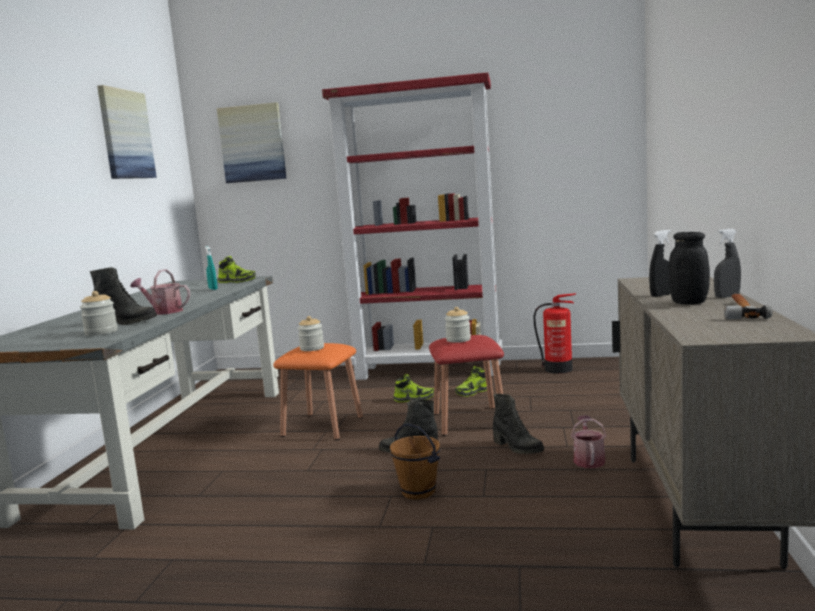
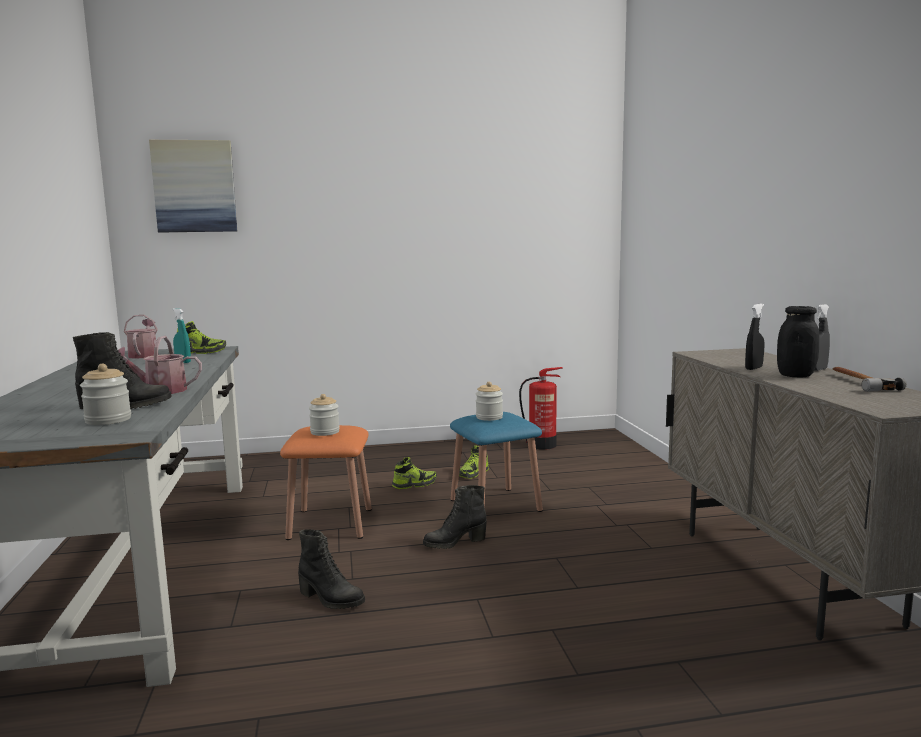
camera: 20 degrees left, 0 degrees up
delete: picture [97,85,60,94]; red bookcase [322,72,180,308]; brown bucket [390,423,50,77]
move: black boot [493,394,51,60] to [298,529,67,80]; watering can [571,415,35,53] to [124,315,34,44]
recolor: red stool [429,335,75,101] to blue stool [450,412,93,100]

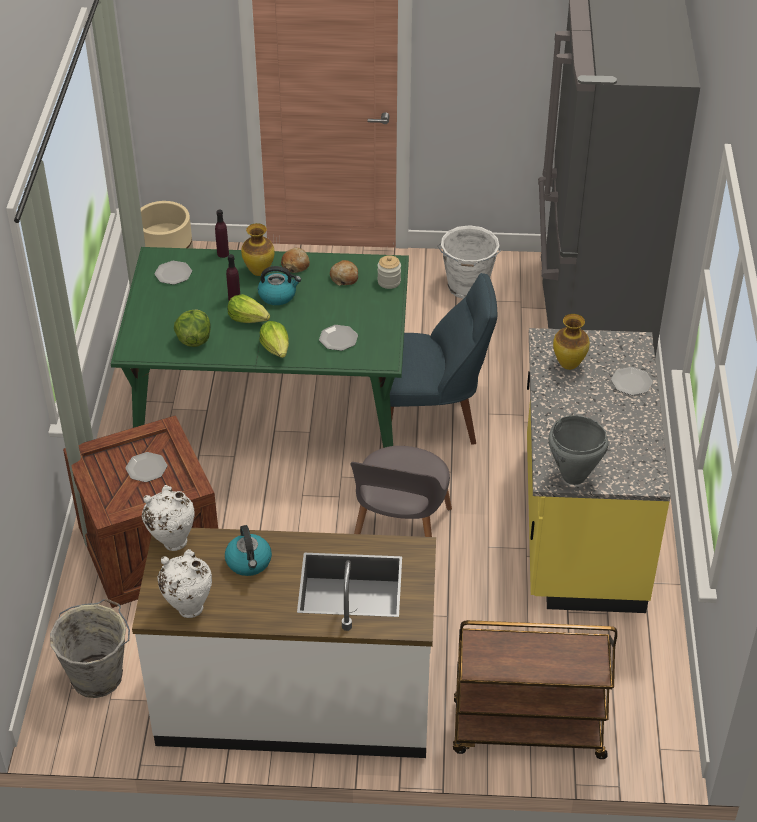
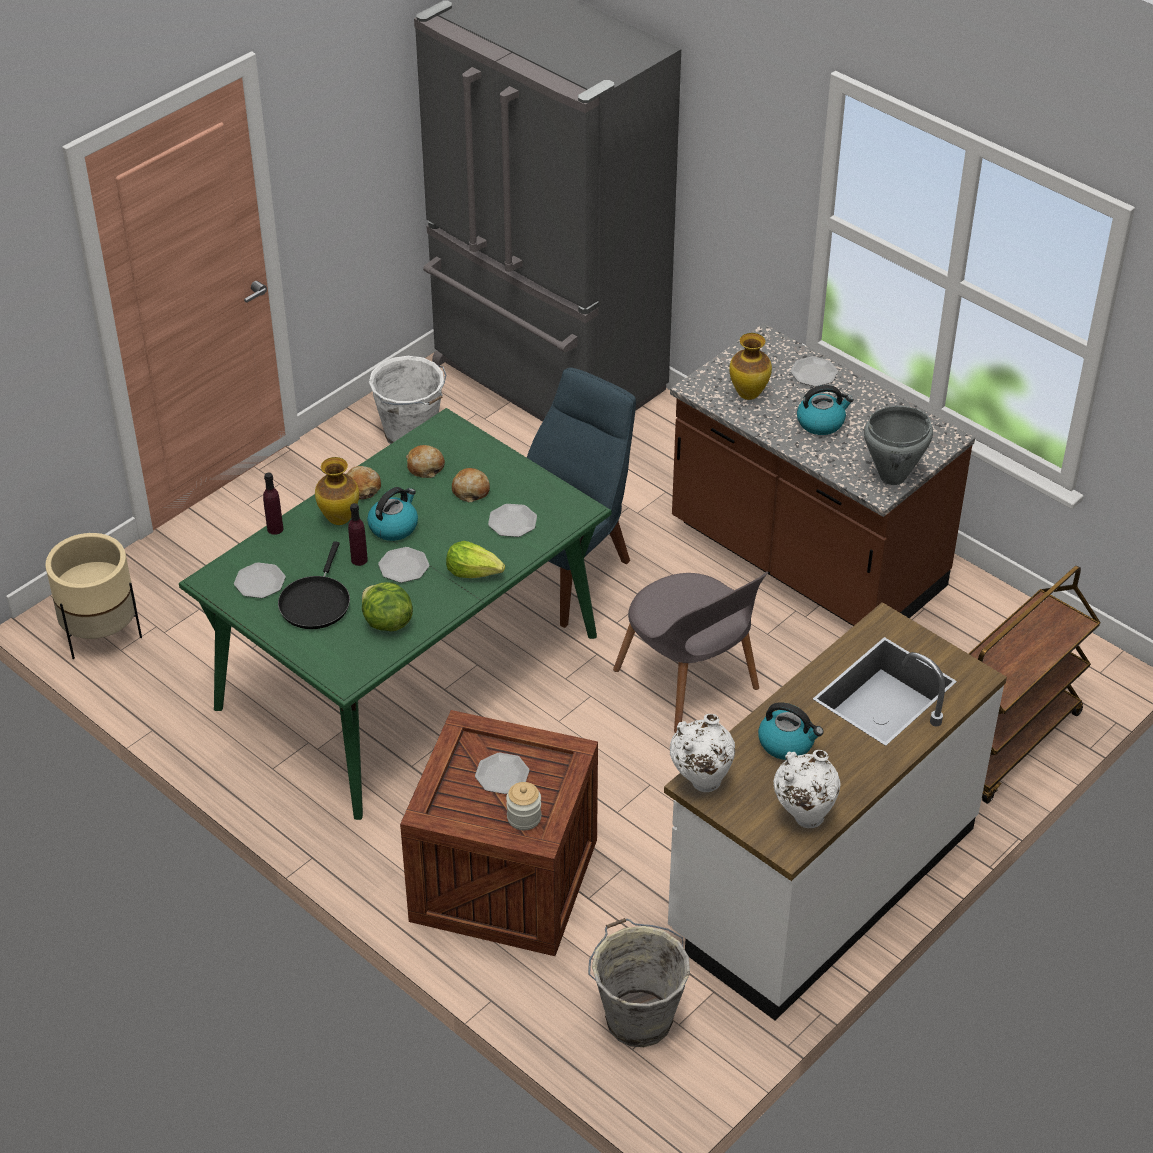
camera: 50 degrees left, 0 degrees up
insert: black frying pan [278,541,72,88]; bread [452,468,38,34]; kettle [797,385,57,50]
move: jar [377,255,24,34] to [506,782,35,48]
replace: lettuce [228,294,42,29] to plate [378,547,51,36]
recolor: yellow counter [527,328,144,285] to brown counter [670,323,305,303]

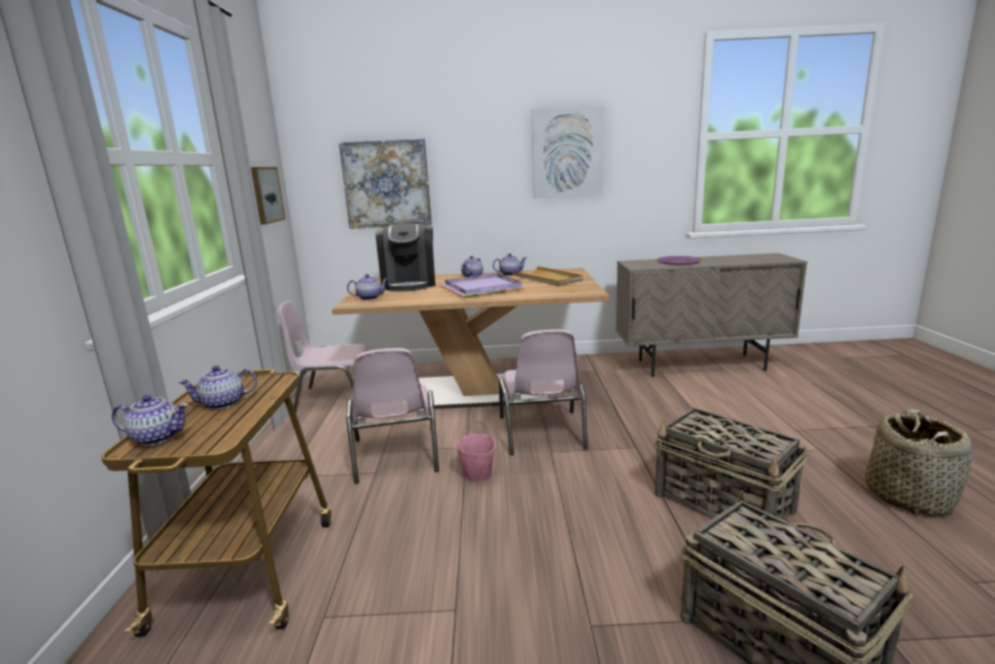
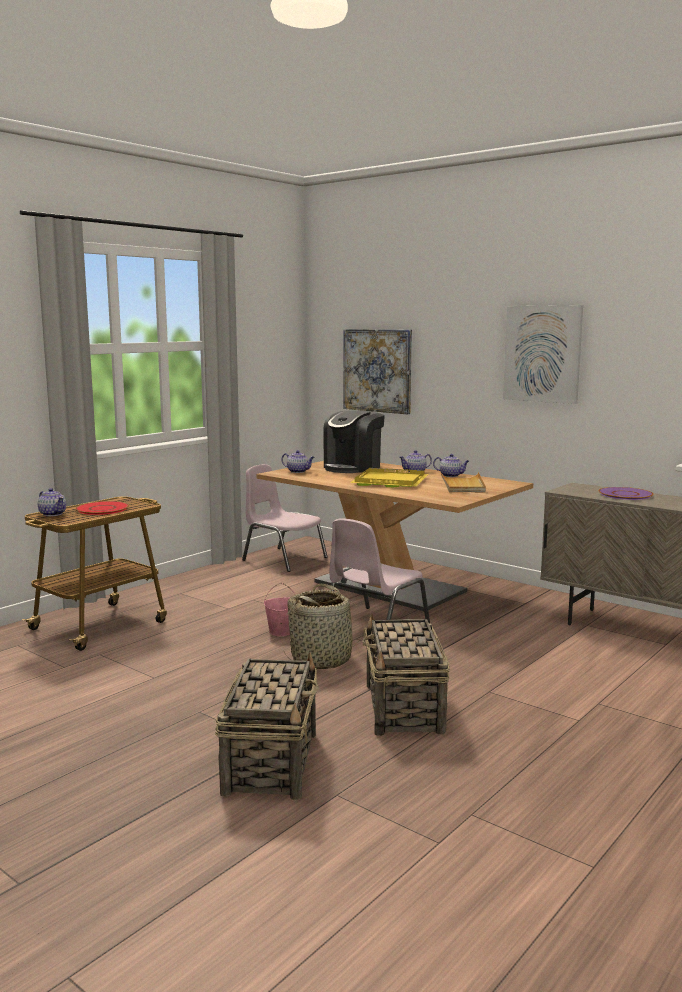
camera: 40 degrees right, 5 degrees down
delete: picture [251,167,34,58]; pink chair [346,348,93,136]
move: basket [865,409,107,108] to [284,584,81,85]
replace: teapot [178,366,79,44] to red plate [75,501,54,14]
recolor: purple tray [442,273,85,25] to yellow tray [350,468,79,19]

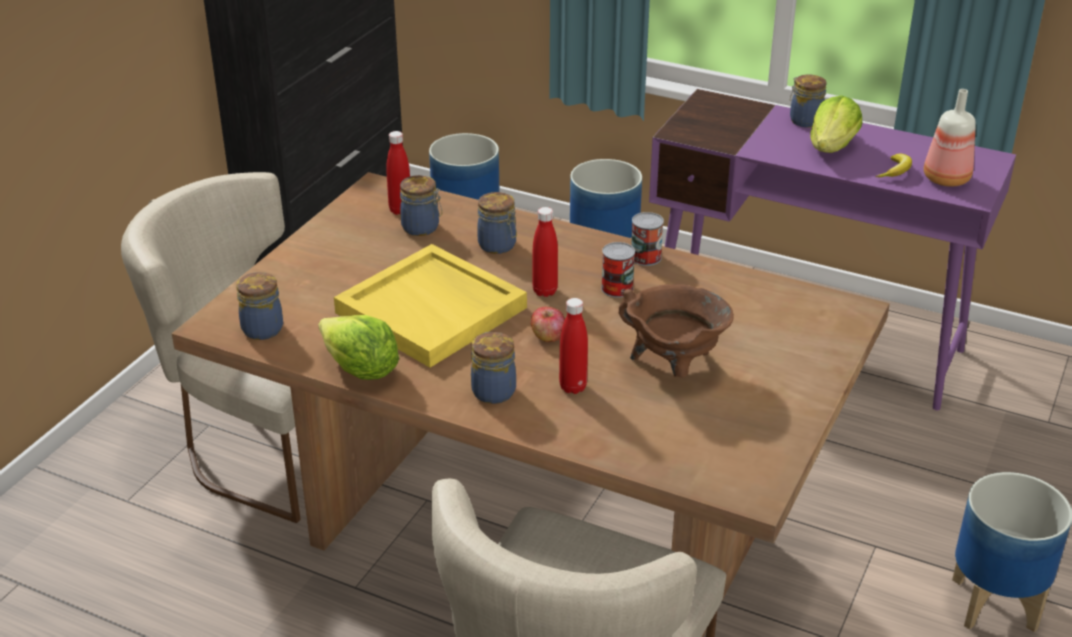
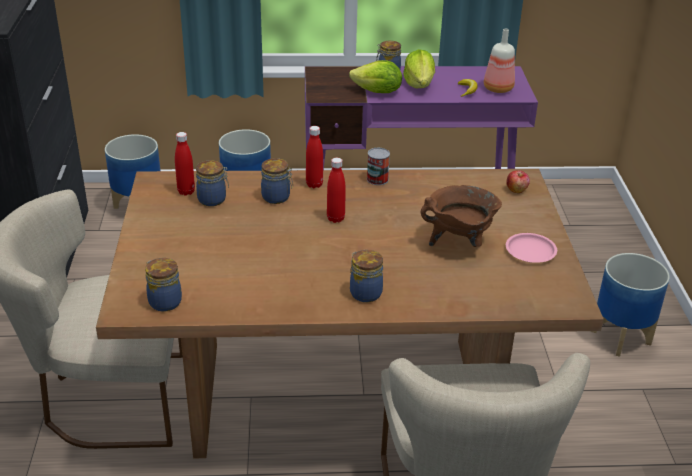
camera: 30 degrees left, 0 degrees up
delete: yellow tray [334,244,193,124]; can [601,242,34,56]
insert: pink plate [506,233,51,30]
move: lettuce [318,315,81,65] to [349,60,53,33]; apple [531,307,34,35] to [507,170,23,23]; red bottle [559,298,29,96] to [306,126,17,62]

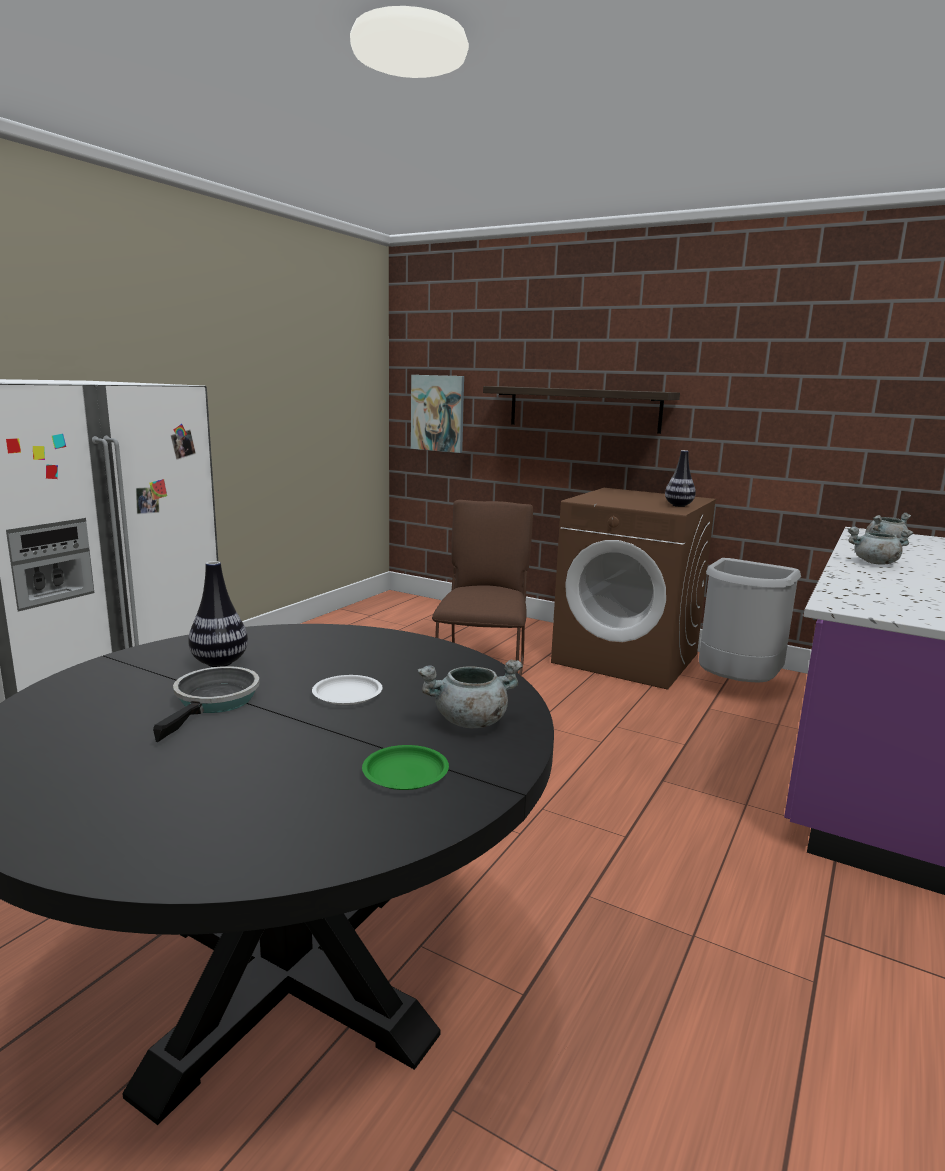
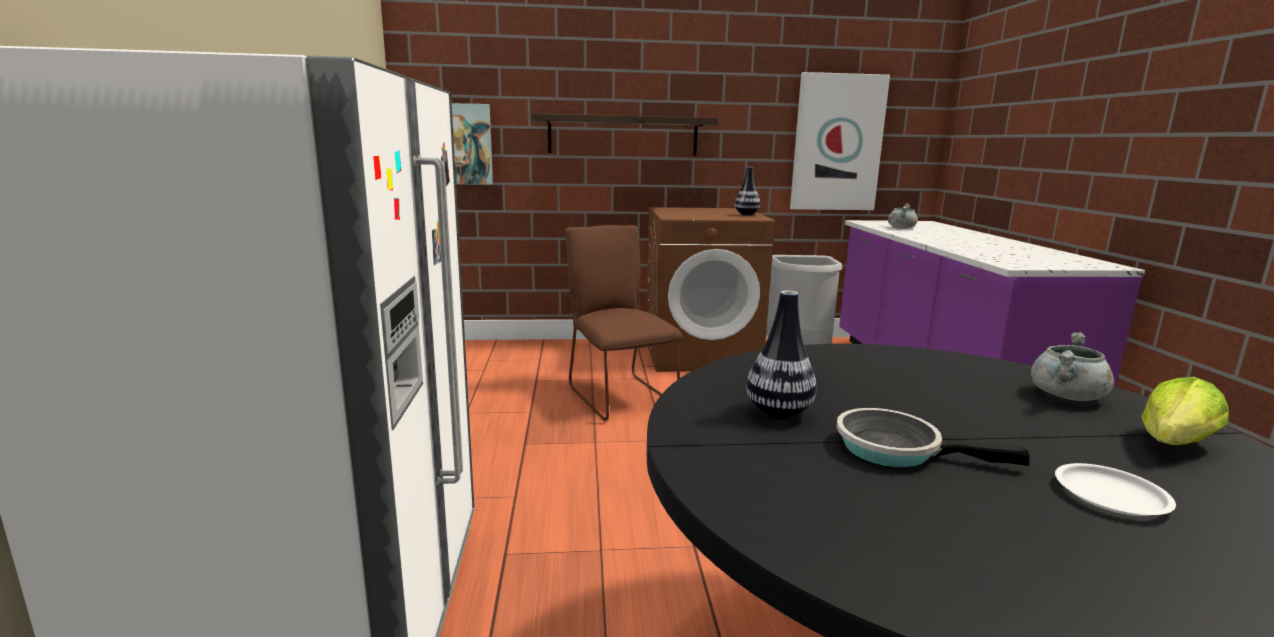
camera: 35 degrees left, 0 degrees up
delete: grey cooking pot [847,526,66,39]
insert: picture [790,72,100,138]
move: white plate [312,675,70,30] to [1055,463,121,53]
replace: green plate [362,745,87,45] to lettuce [1141,377,88,68]
rotate: frying pan [153,666,107,76] = [836,408,193,59] 45 degrees counterclockwise

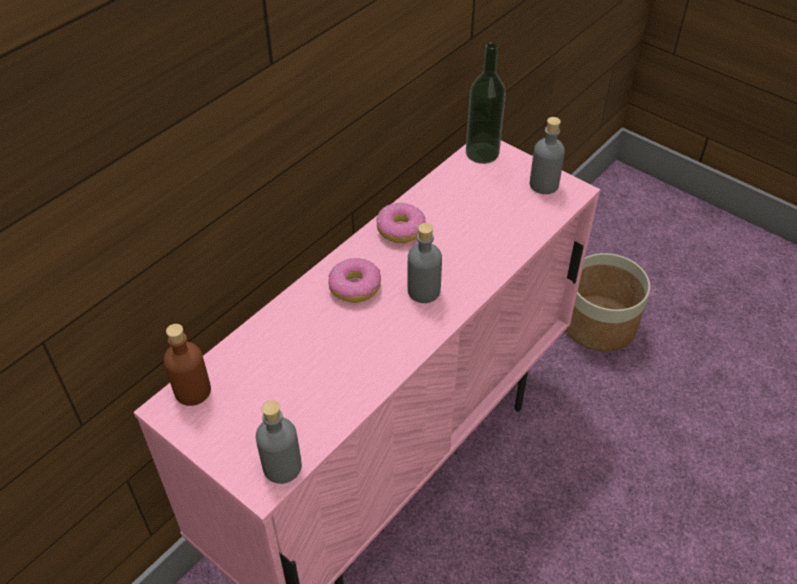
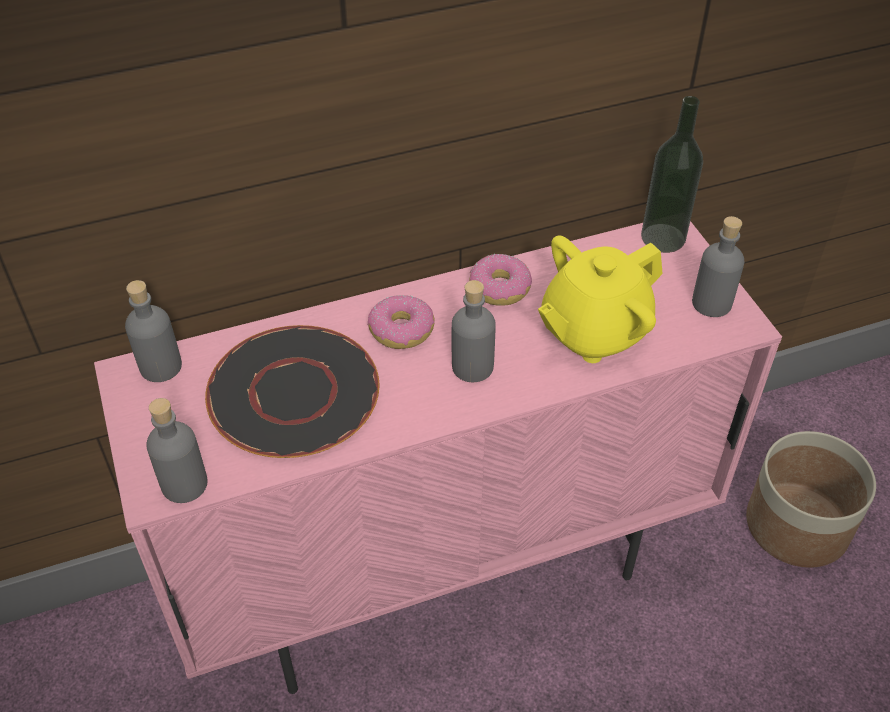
camera: 30 degrees right, 0 degrees up
insert: black plate [205,325,174,133]; yellow teapot [538,235,125,128]
recolor: brown bottle [164,324,47,82] to grey bottle [125,280,57,102]

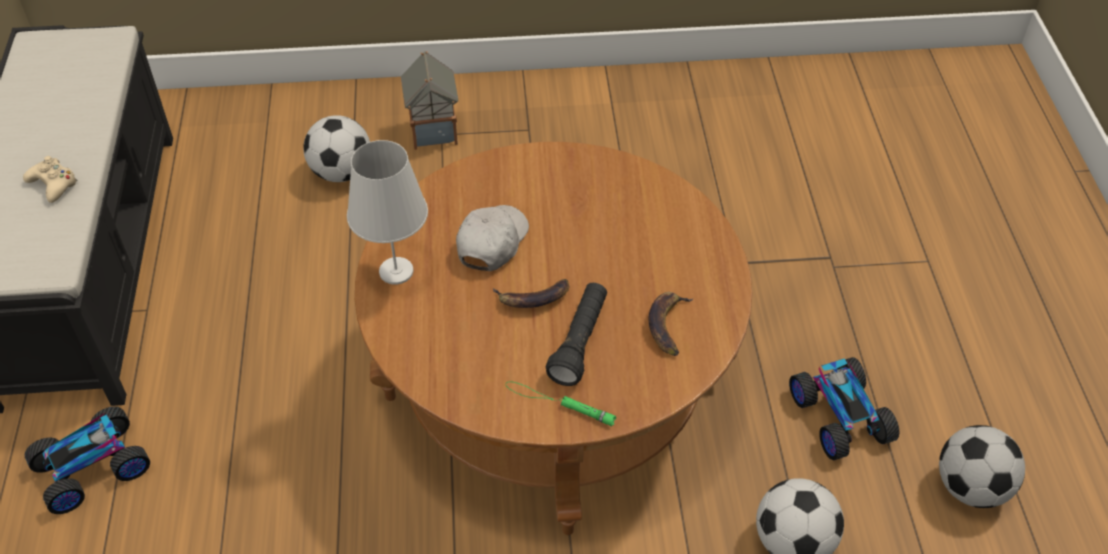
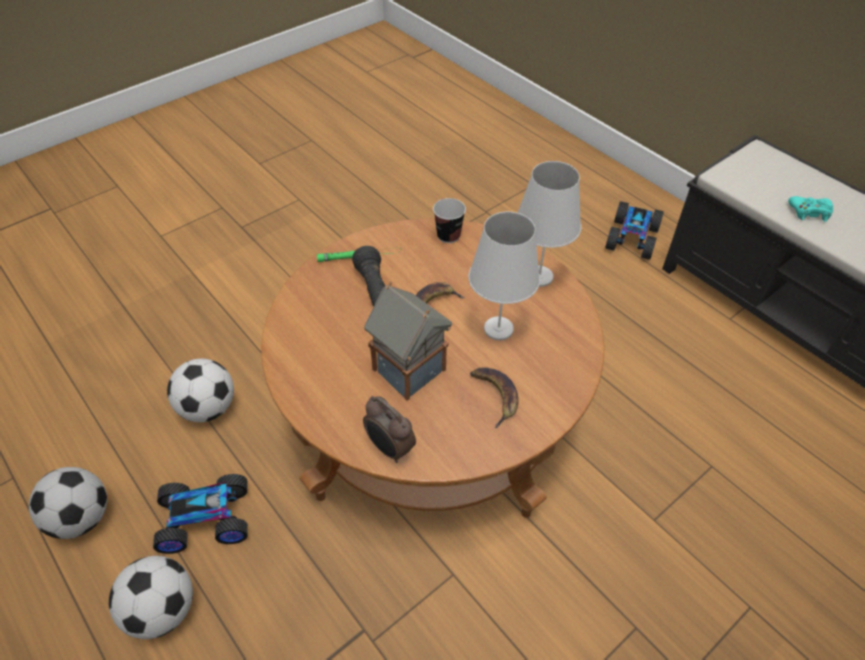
camera: 145 degrees right, 0 degrees up
insert: alarm clock [363,396,53,67]; cup [433,198,33,45]
move: football [303,115,67,67] to [109,556,84,83]; toy house [401,51,57,99] to [364,282,88,119]; banana [648,292,46,64] to [470,367,49,61]
replace: white cap [456,205,73,66] to white table lamp [468,212,72,128]
recolor: beige game controller [23,156,55,47] to turquoise game controller [788,196,45,26]
rotate: toy car [789,357,110,103] = [153,474,95,80] 45 degrees counterclockwise

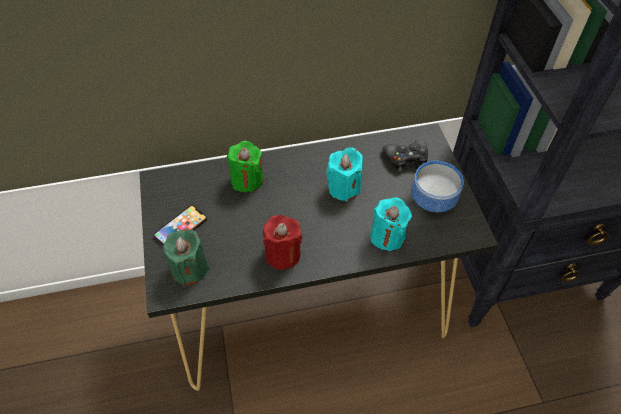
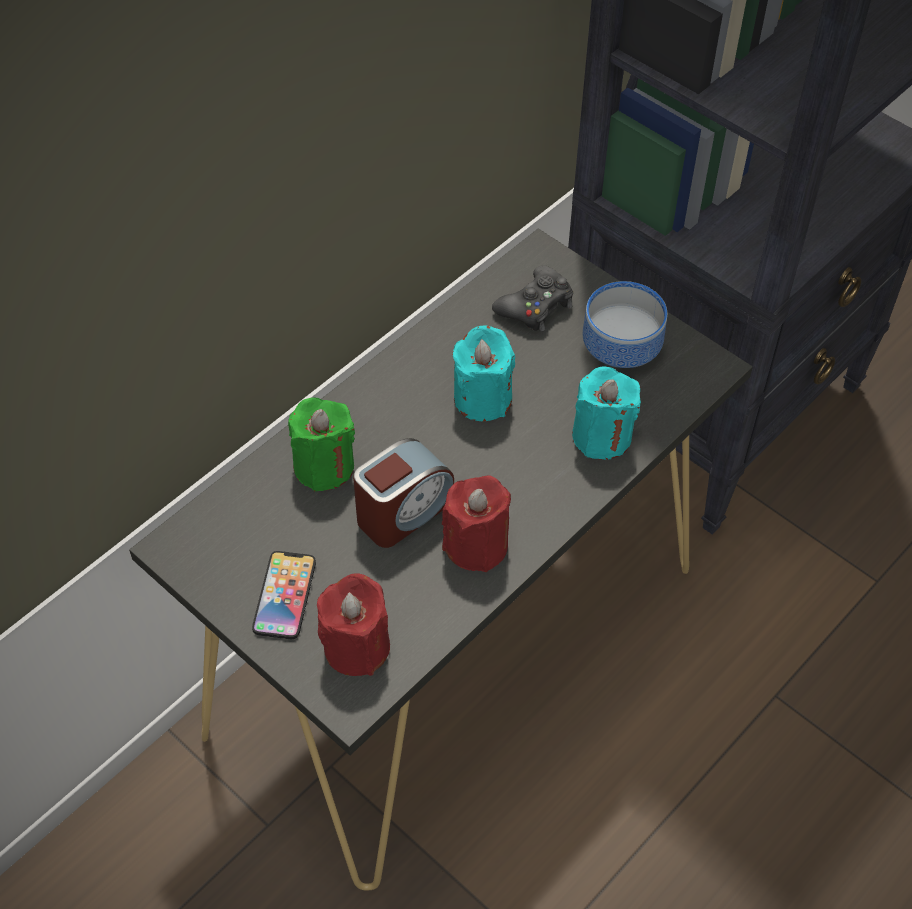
camera: 35 degrees left, 0 degrees up
insert: alarm clock [353,438,101,110]
recolor: green candle [163,230,46,56] to red candle [317,574,73,102]

